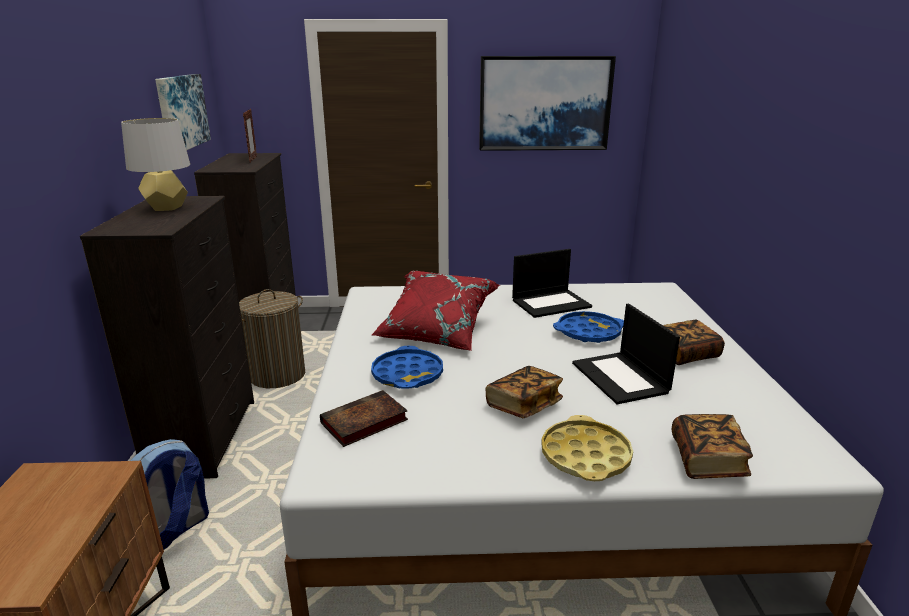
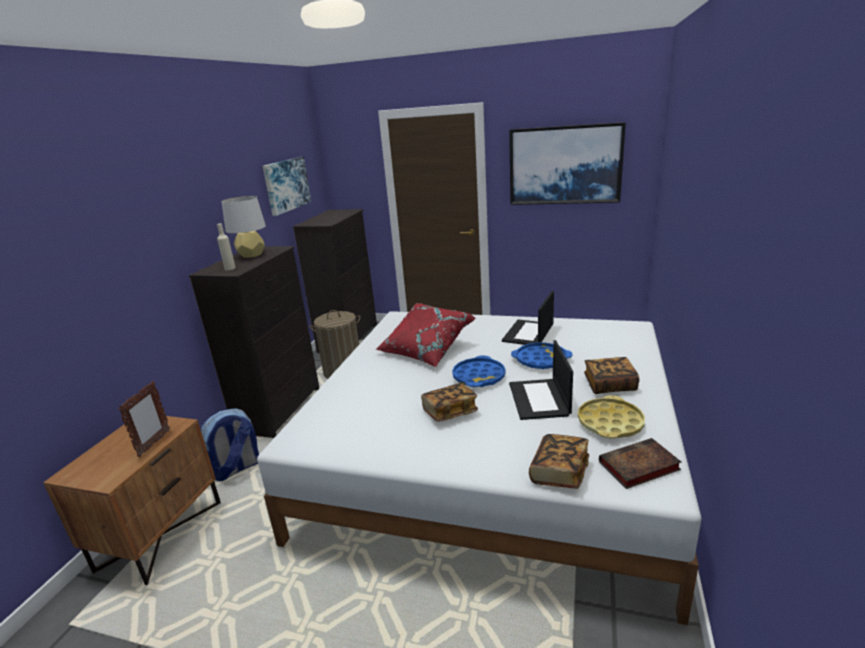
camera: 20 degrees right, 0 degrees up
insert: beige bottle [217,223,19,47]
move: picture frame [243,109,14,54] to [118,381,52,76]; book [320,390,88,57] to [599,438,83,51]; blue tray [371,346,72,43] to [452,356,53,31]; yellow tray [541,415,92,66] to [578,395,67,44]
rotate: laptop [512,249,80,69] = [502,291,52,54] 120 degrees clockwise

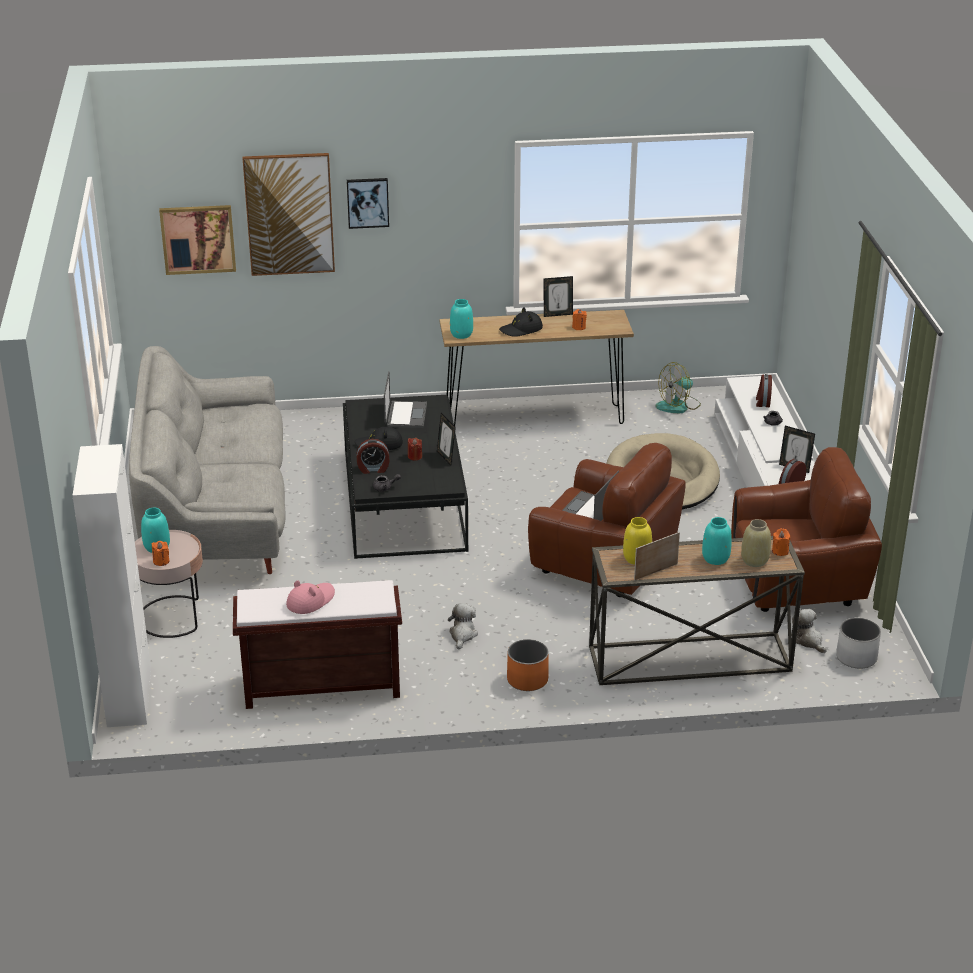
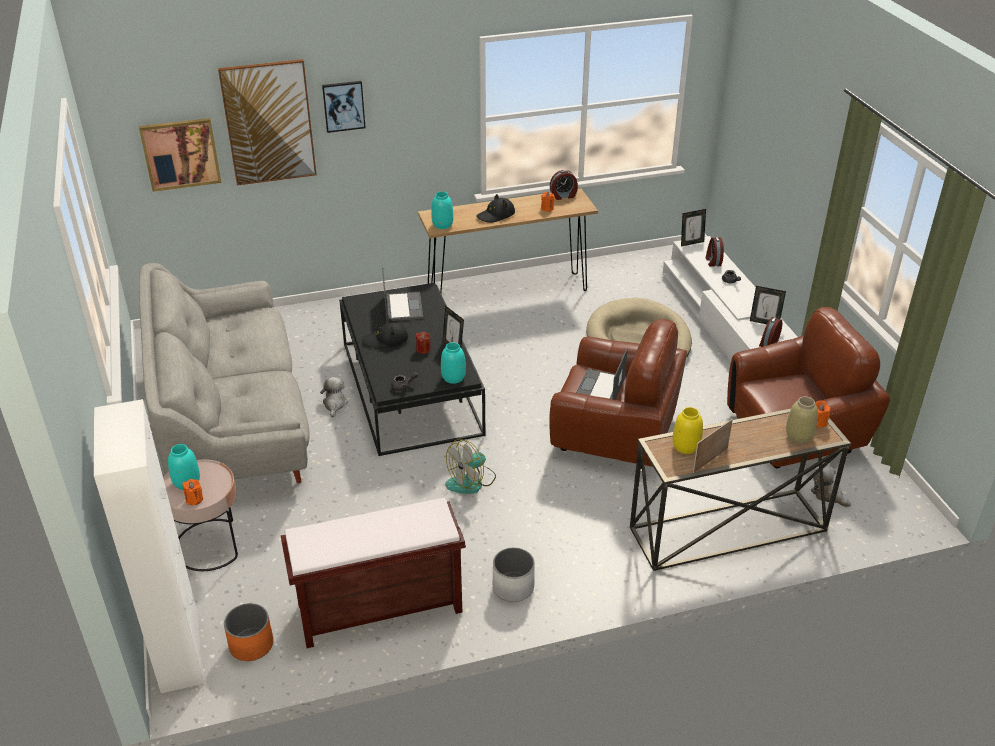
camera: 10 degrees left, 5 degrees up
delete: pink hat [286,580,49,34]
move: alarm clock [357,439,33,35] to [550,170,28,30]; plush toy [448,603,30,47] to [320,377,28,41]; orange planter [507,639,42,52] to [224,603,49,58]; picture frame [543,276,30,41] to [681,209,25,37]; fan [655,362,46,51] to [445,439,51,55]; turquoise vase [702,517,30,48] to [441,342,25,42]; white planter [836,618,45,50] to [493,547,42,55]

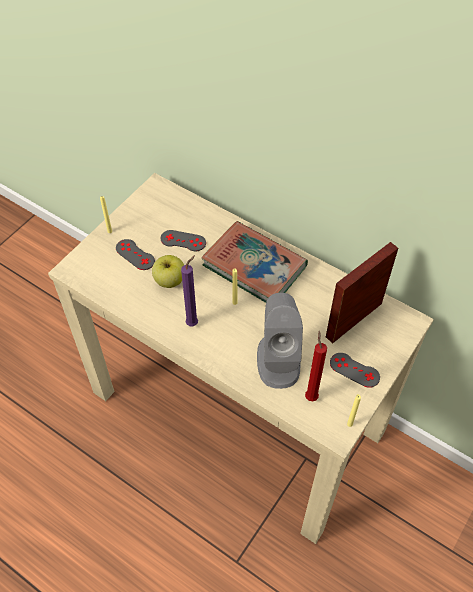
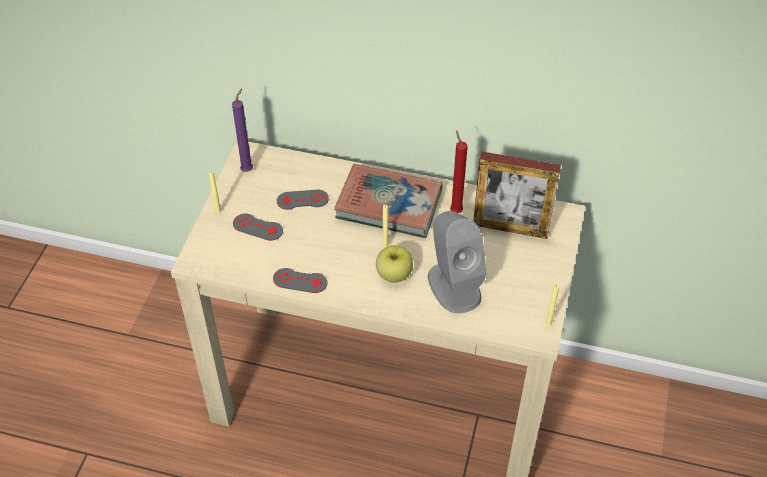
camera: 20 degrees left, 5 degrees down
move: apple [152,255,32,33] to [376,245,37,38]; purple candle [181,255,17,71] to [232,88,21,84]; red candle [305,331,22,70] to [450,130,18,83]; grey game controller [330,353,50,35] to [273,268,54,25]
rotate: picture frame [326,242,72,101] = [473,151,88,88] 105 degrees counterclockwise

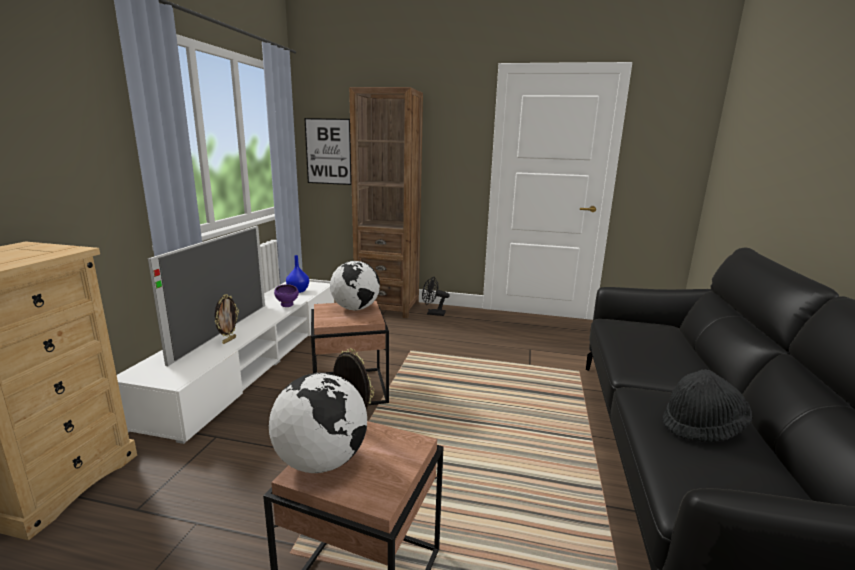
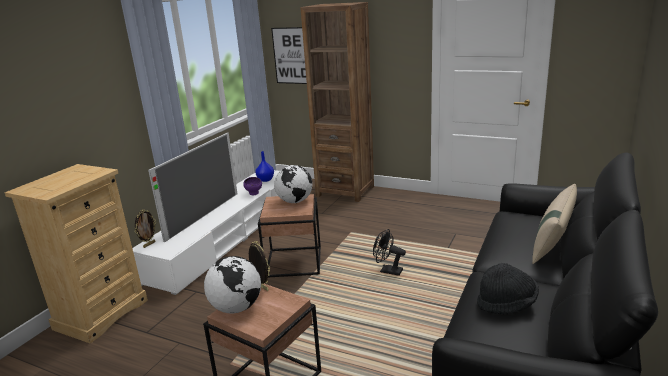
camera: 15 degrees right, 5 degrees up
insert: beige pillow [532,184,45,80]
move: picture frame [215,294,24,50] to [135,209,21,39]; black fan [422,276,28,40] to [373,229,33,47]

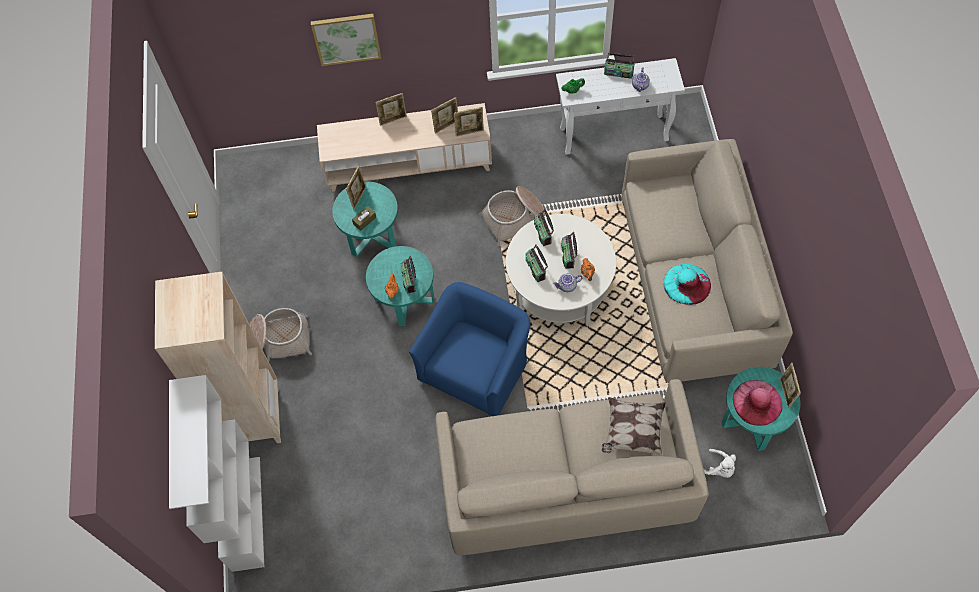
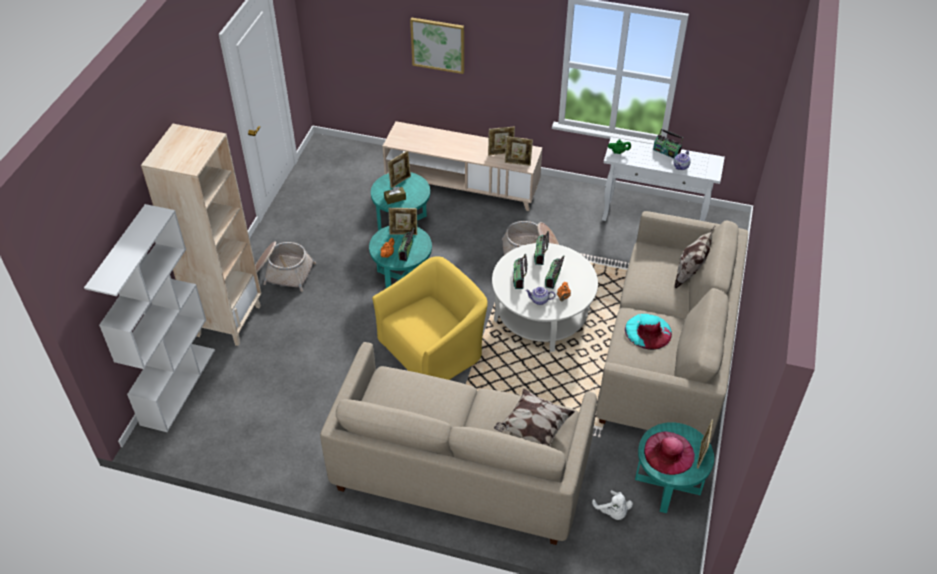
camera: 20 degrees right, 15 degrees down
insert: pillow [675,226,40,62]
move: picture frame [375,93,32,33] to [388,208,29,27]
recolor: blue armchair [409,282,121,134] to yellow armchair [372,256,116,124]

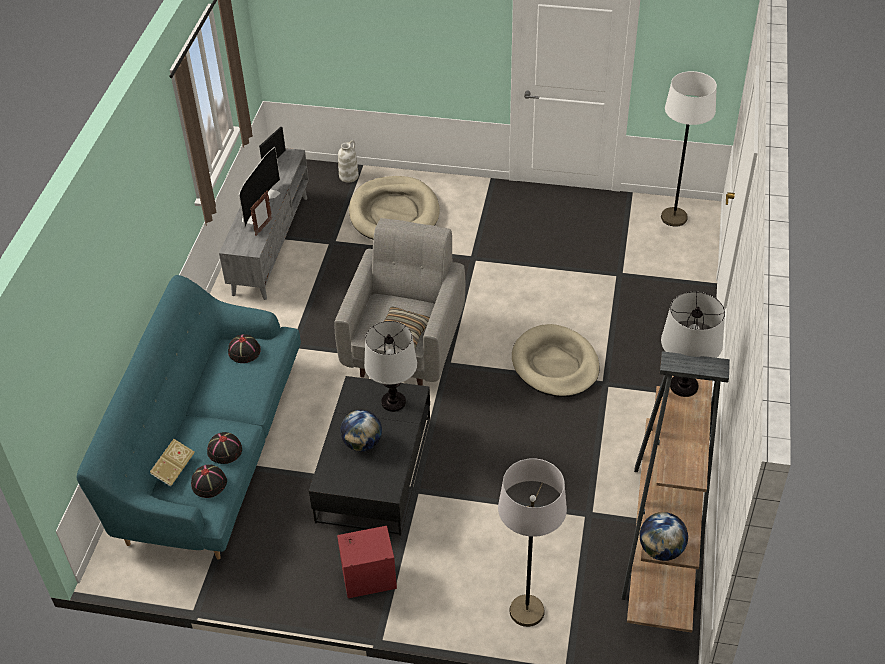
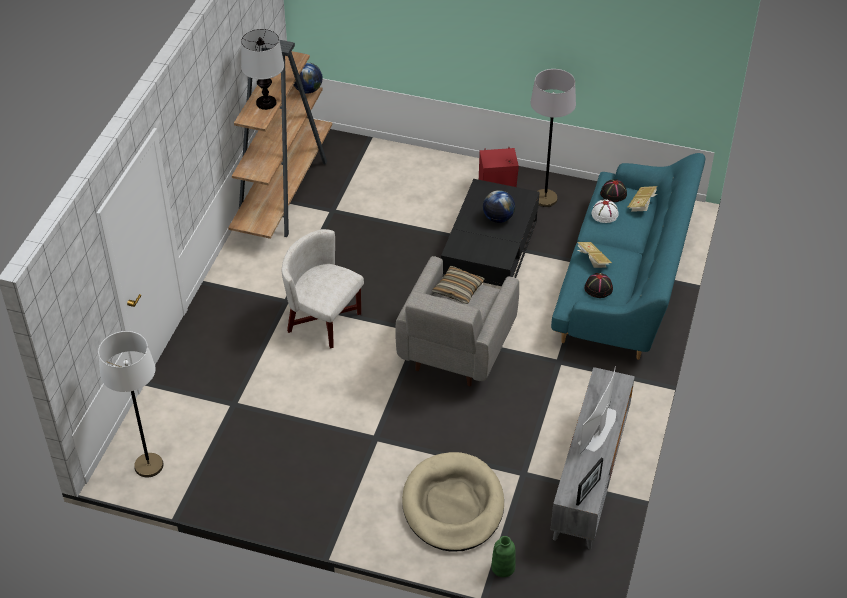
camera: 175 degrees left, 0 degrees up
delete: picture frame [250,190,22,46]; table lamp [364,321,53,91]
insert: book [577,242,35,26]
move: grey floor lamp [498,458,69,169] to [530,69,46,138]
replace: beige dog bed [512,324,88,73] to white armchair [282,229,82,119]
recolor: black hat [207,432,35,32] to white hat [591,200,28,23]; white vase [338,140,21,43] to green vase [491,536,25,41]

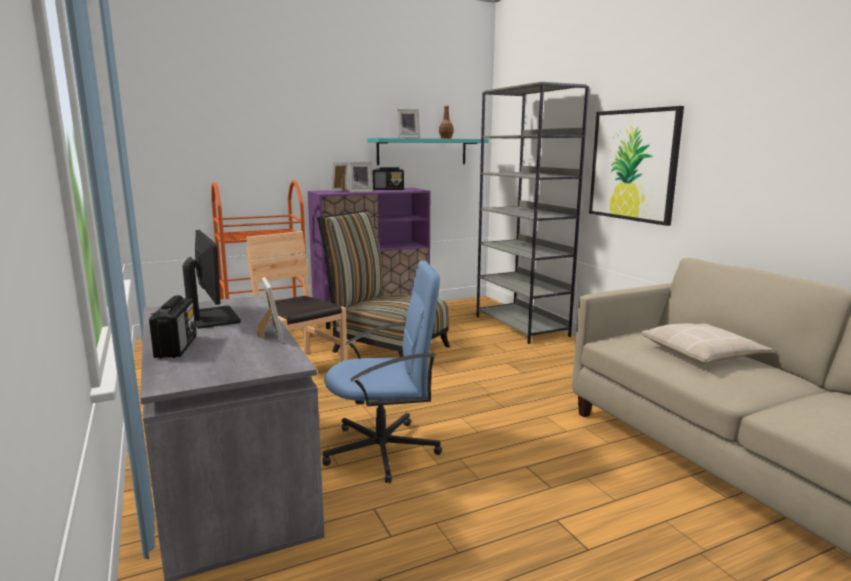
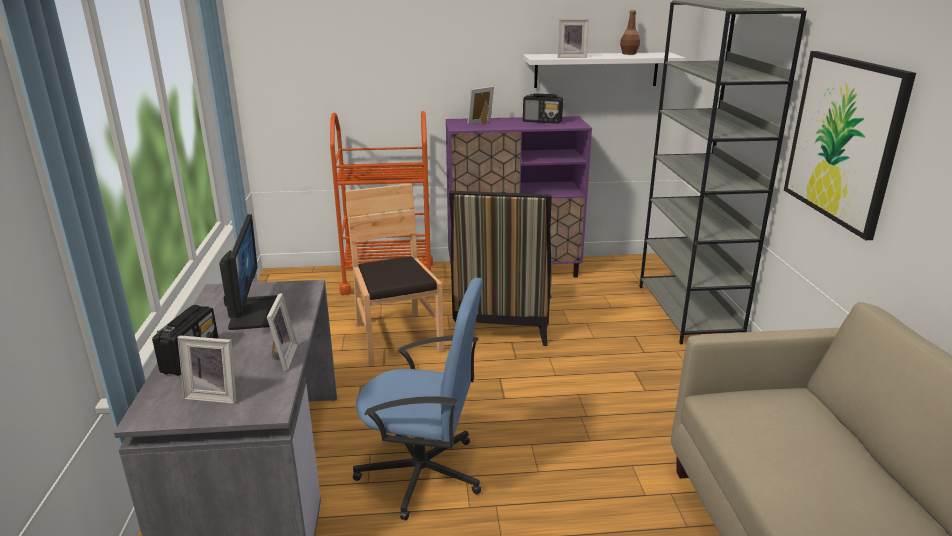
camera: 20 degrees right, 10 degrees up
delete: beige pillow [641,323,132,41]
move: picture frame [348,162,25,30] to [177,335,60,69]
recolor: turquoise shelf [367,138,122,27] to white shelf [523,52,162,36]
rotate: chair [317,210,133,147] = [449,191,103,155] 135 degrees counterclockwise

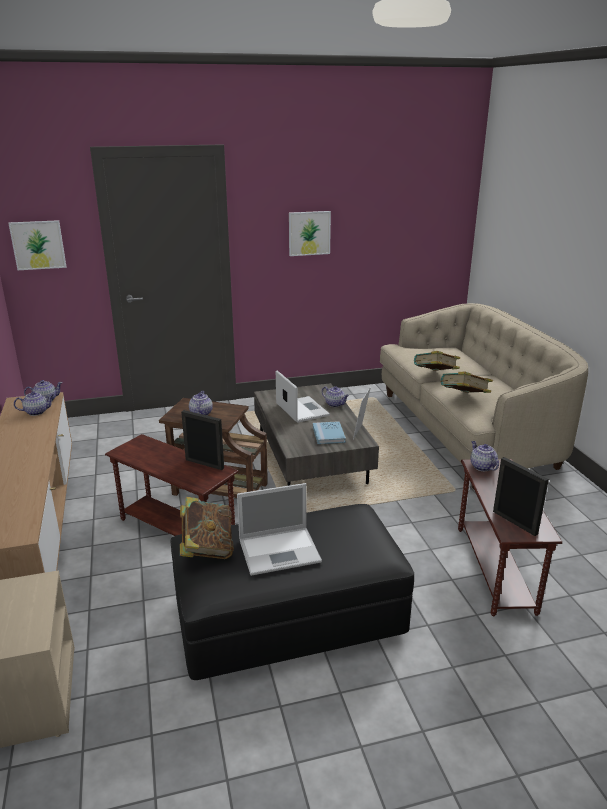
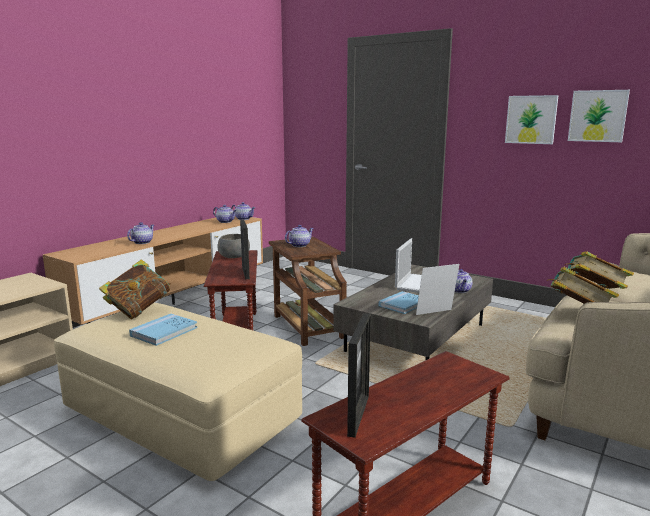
camera: 50 degrees right, 10 degrees down
insert: grey bowl [217,234,33,24]
move: picture [8,220,59,50] to [568,90,62,52]; teapot [470,441,29,30] to [127,222,27,22]
replace: laptop [237,483,85,93] to blue book [129,314,68,32]
recolor: black ottoman [171,504,243,176] to beige ottoman [54,303,248,178]

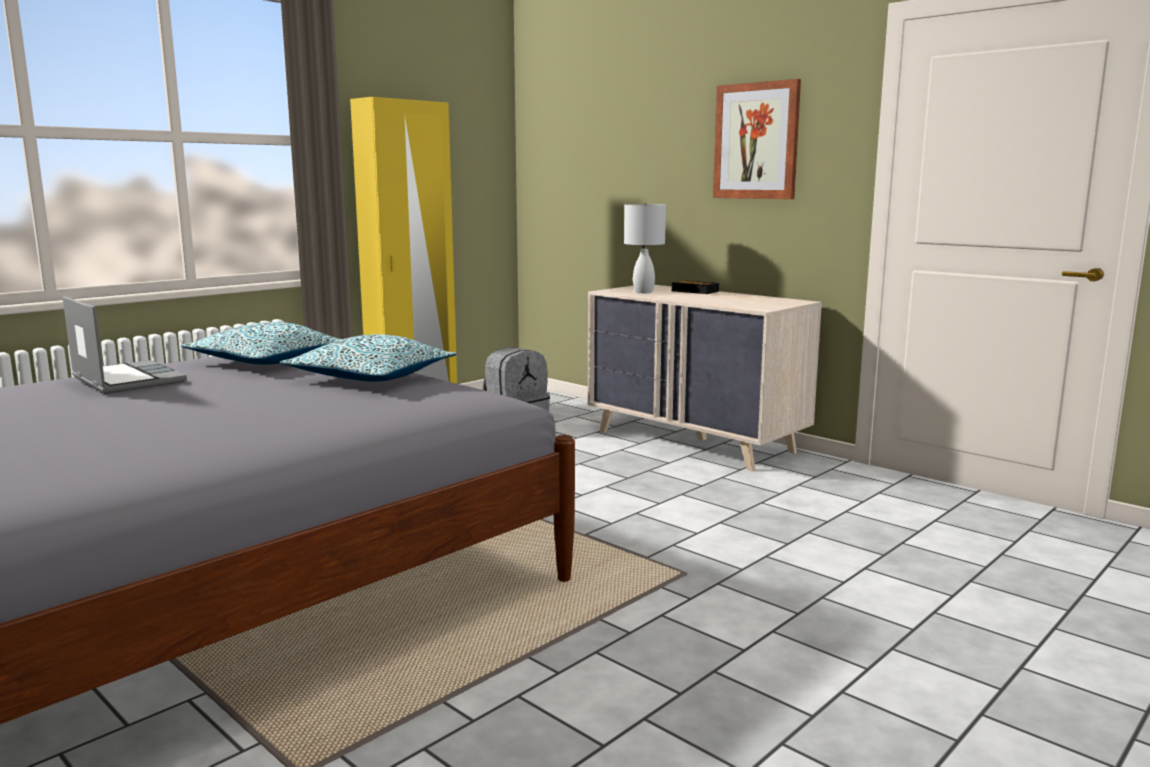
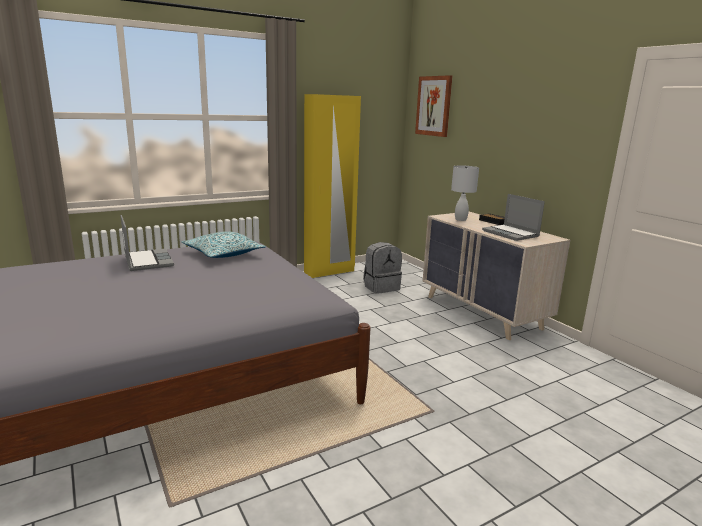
camera: 15 degrees right, 5 degrees up
delete: pillow [280,334,177,48]
insert: laptop [482,194,63,47]
move: picture [713,79,88,120] to [415,75,37,62]

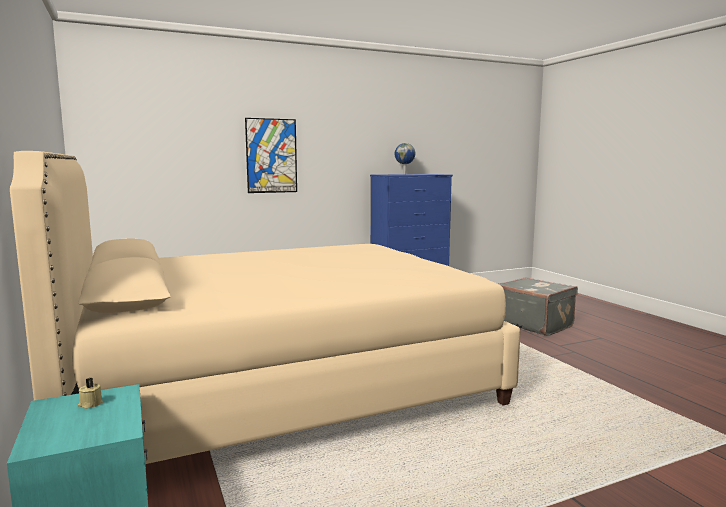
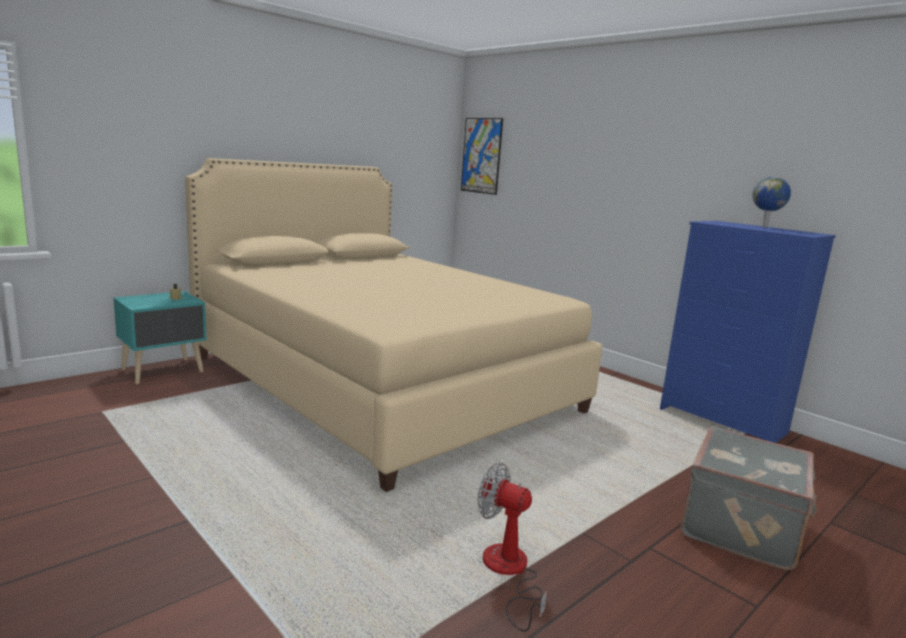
camera: 70 degrees right, 5 degrees up
insert: fan [478,463,69,169]
move: picture [245,118,52,75] to [461,118,42,77]

